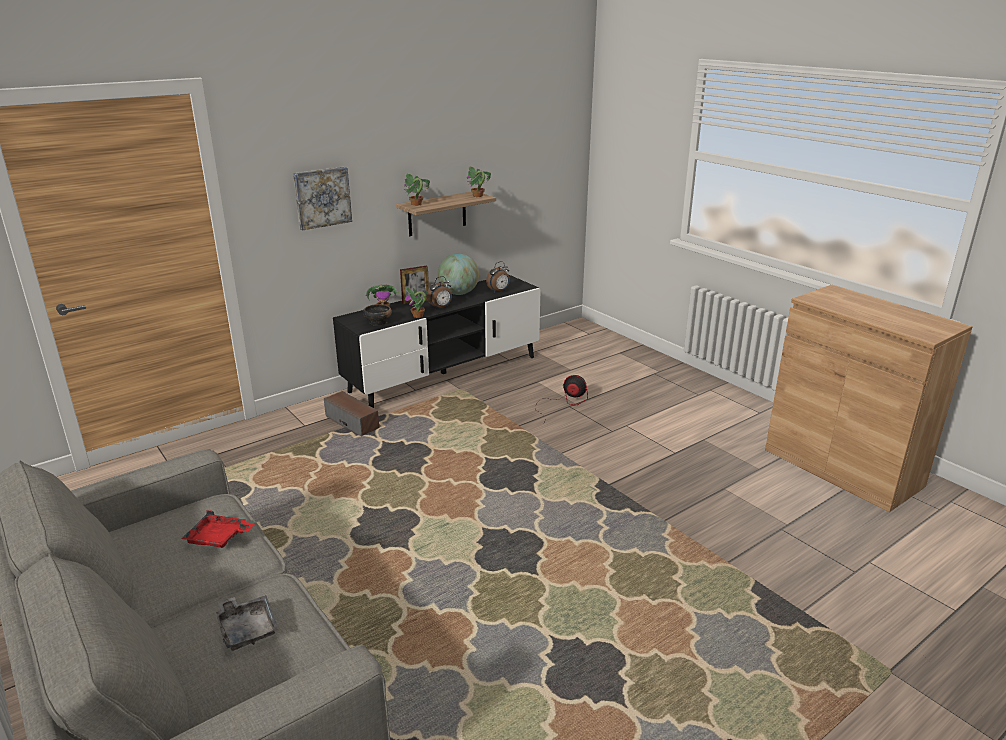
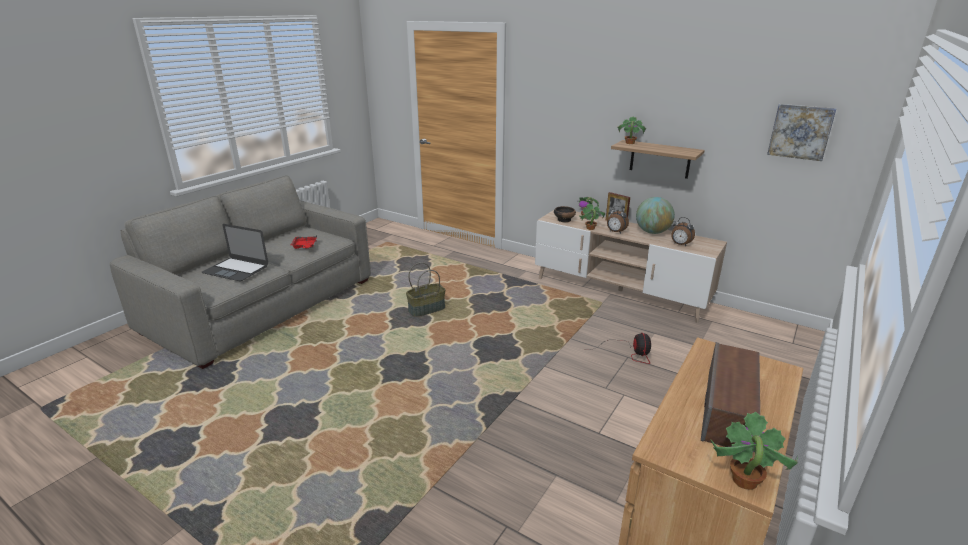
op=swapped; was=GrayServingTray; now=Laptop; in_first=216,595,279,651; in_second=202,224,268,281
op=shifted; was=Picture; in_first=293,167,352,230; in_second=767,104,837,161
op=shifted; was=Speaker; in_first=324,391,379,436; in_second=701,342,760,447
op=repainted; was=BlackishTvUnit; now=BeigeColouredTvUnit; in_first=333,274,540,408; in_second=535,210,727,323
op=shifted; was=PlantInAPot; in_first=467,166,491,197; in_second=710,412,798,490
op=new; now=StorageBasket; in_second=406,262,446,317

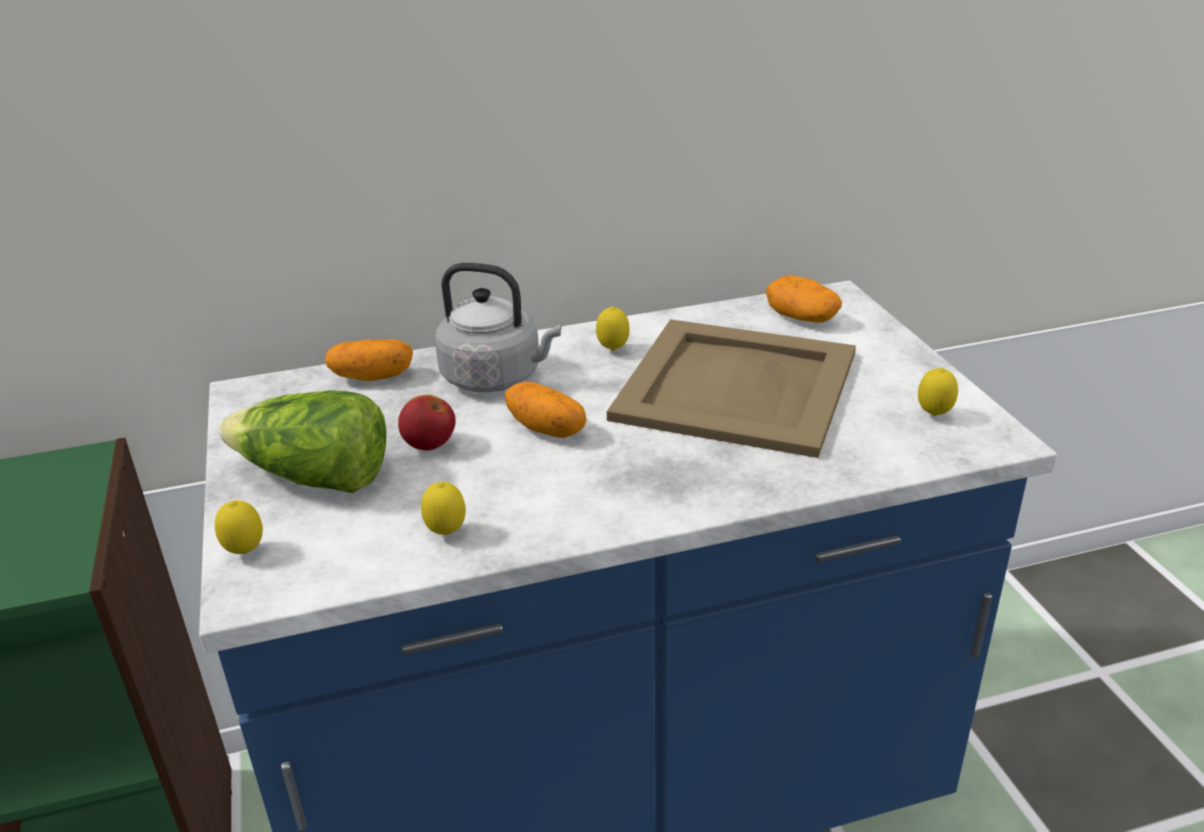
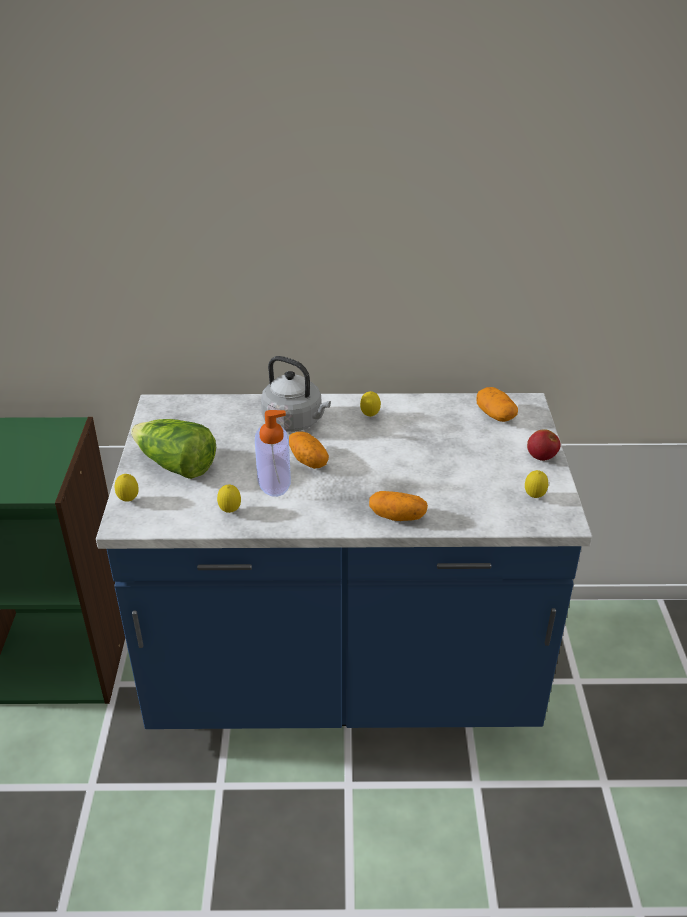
op=shifted; was=Potato; in_first=325,339,413,381; in_second=369,491,428,521
op=shifted; was=AppleFruit; in_first=398,394,456,451; in_second=527,429,561,461
op=gone; was=BeigeColouredServingTray; in_first=607,319,856,458
op=new; now=SoapDispenser; in_second=255,410,291,497

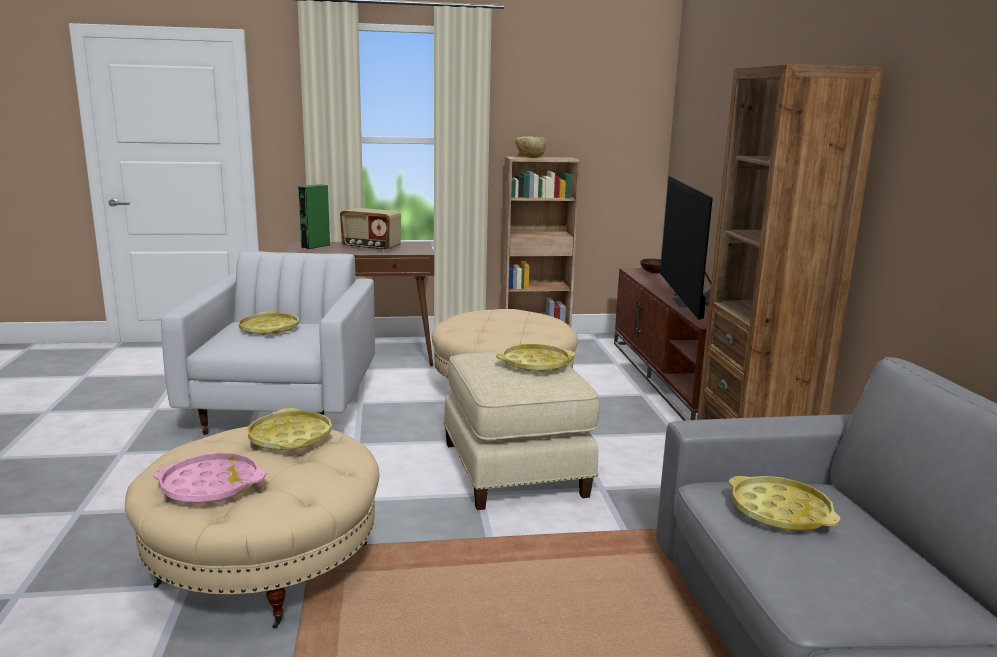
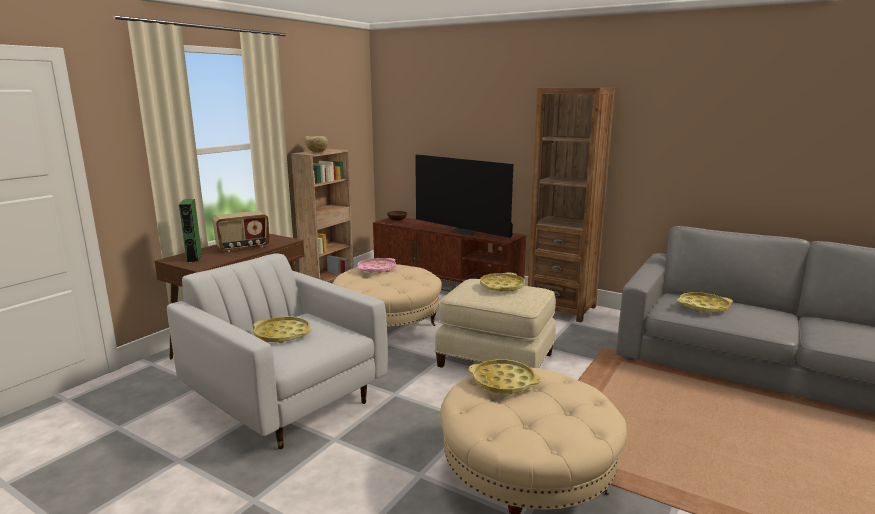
op=shifted; was=PinkishServingTray; in_first=153,453,266,503; in_second=358,258,396,273

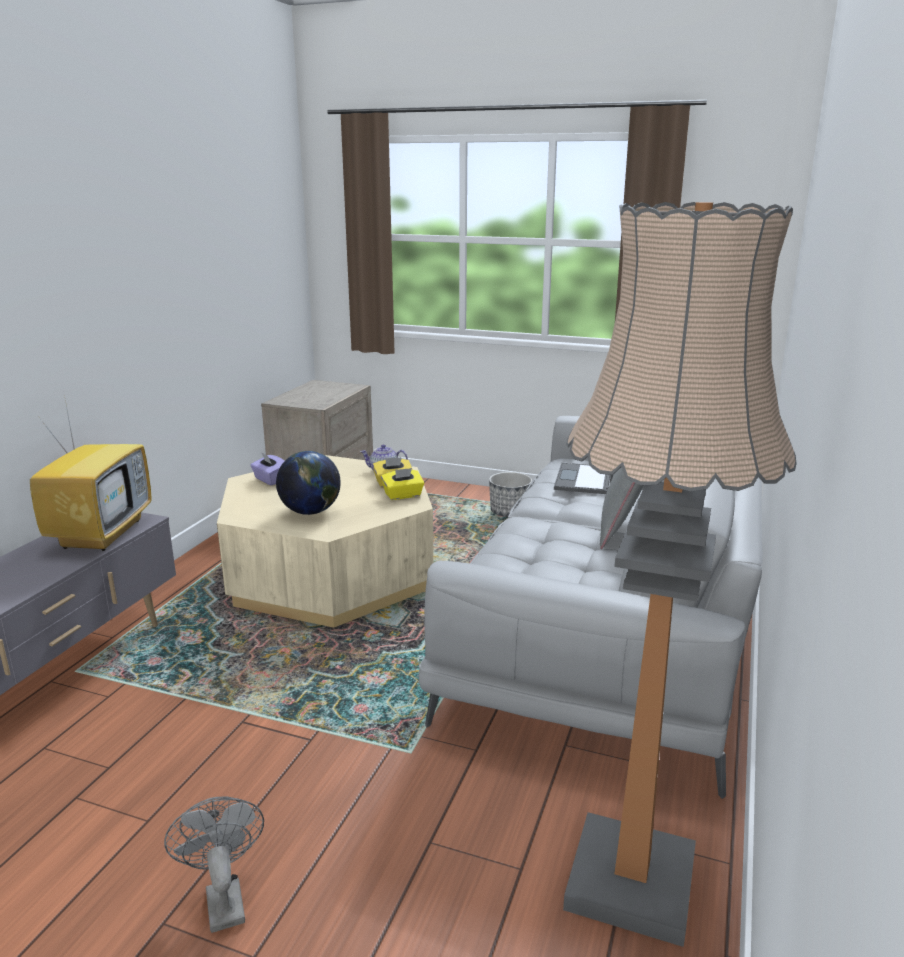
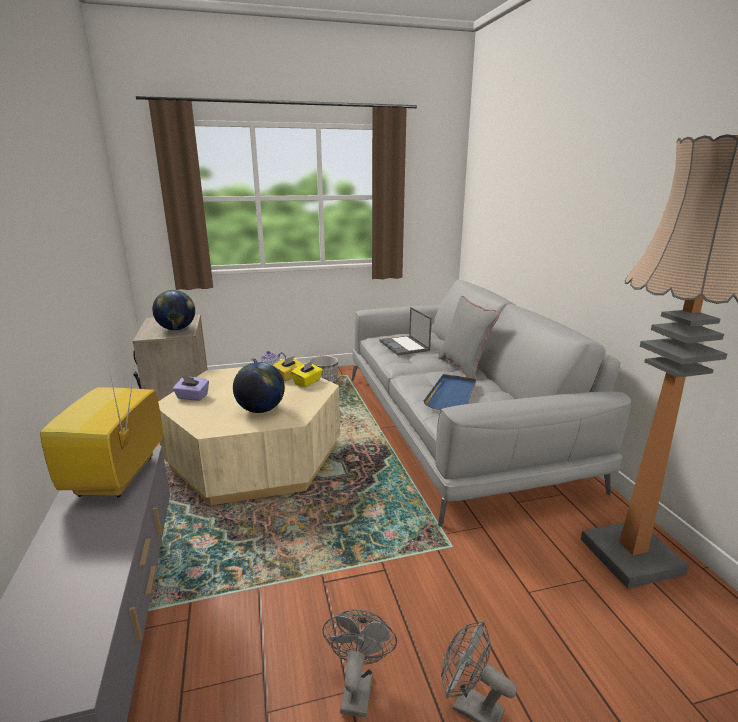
op=rotated; was=Tv; in_first=30,389,151,551; in_second=40,364,163,497; clockwise=-150
op=new; now=Globe; in_second=152,290,195,330
op=new; now=GrayCoolingFan; in_second=322,609,397,718
op=new; now=BlueColouredServingTray; in_second=423,374,476,410

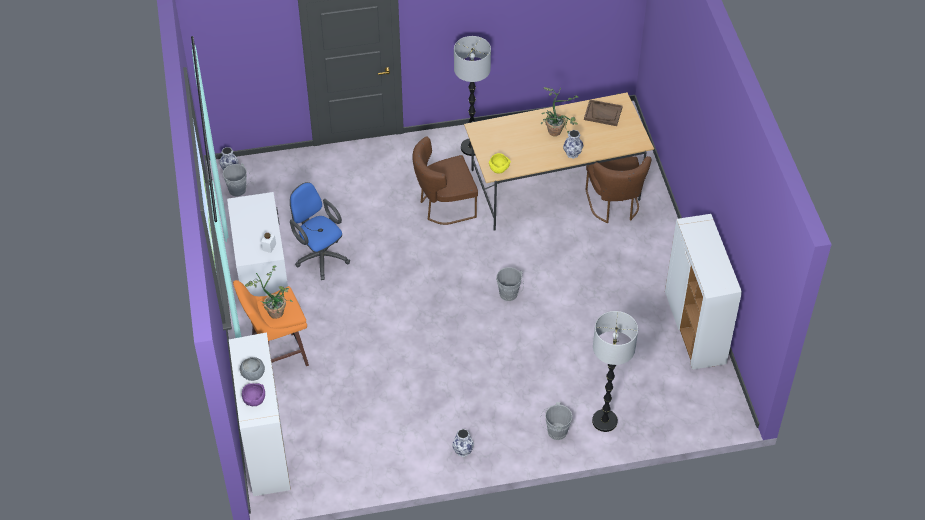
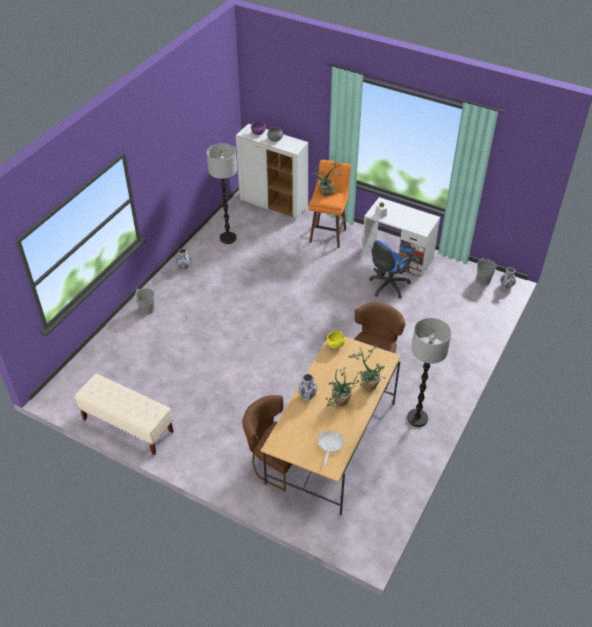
op=rotated; was=BlueColouredDeskChair; in_first=290,182,350,280; in_second=369,240,411,299; clockwise=135
op=gone; was=GrayWaterBucket; in_first=496,267,524,301
op=swapped; was=BrownColouredServingTray; now=Skillet; in_first=584,100,622,126; in_second=318,431,344,465
op=shifted; was=StandingLamp; in_first=592,311,638,432; in_second=207,143,237,244
op=swapped; was=WhitishCupboard; now=BeigeColouredLongSeat; in_first=665,214,742,370; in_second=75,374,173,455
op=new; now=PlantInAPot; in_second=348,344,386,391

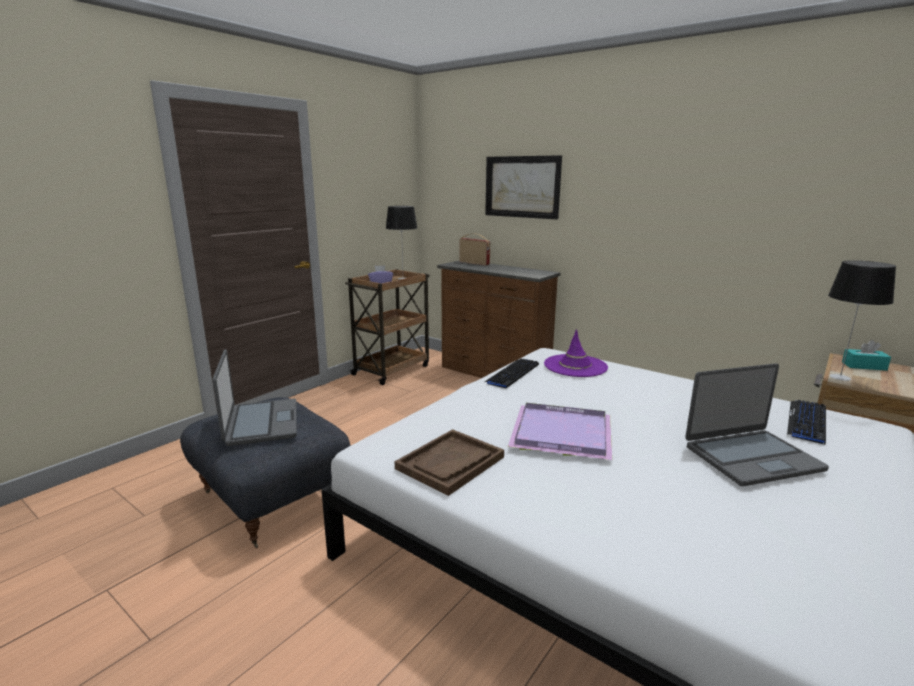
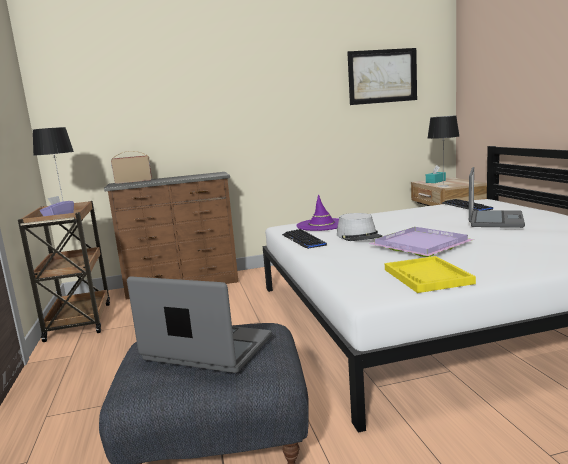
op=repainted; was=BrownColouredServingTray; now=YellowServingTray; in_first=395,429,504,496; in_second=385,256,476,293
op=shifted; was=Picture; in_first=485,155,562,219; in_second=347,48,417,105
op=new; now=GrayHat; in_second=337,213,382,241

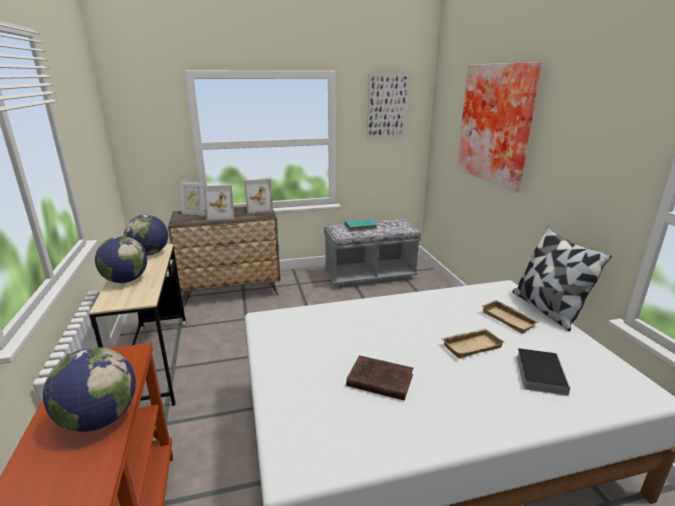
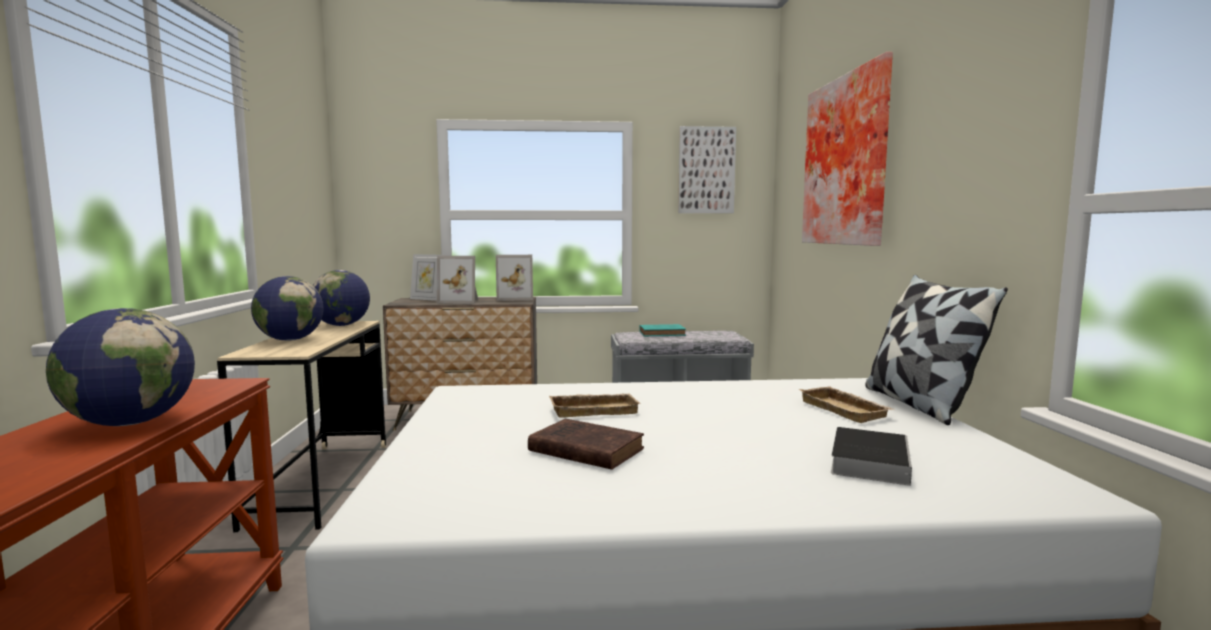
op=shifted; was=BeigeColouredServingTray; in_first=441,328,504,358; in_second=549,393,640,418

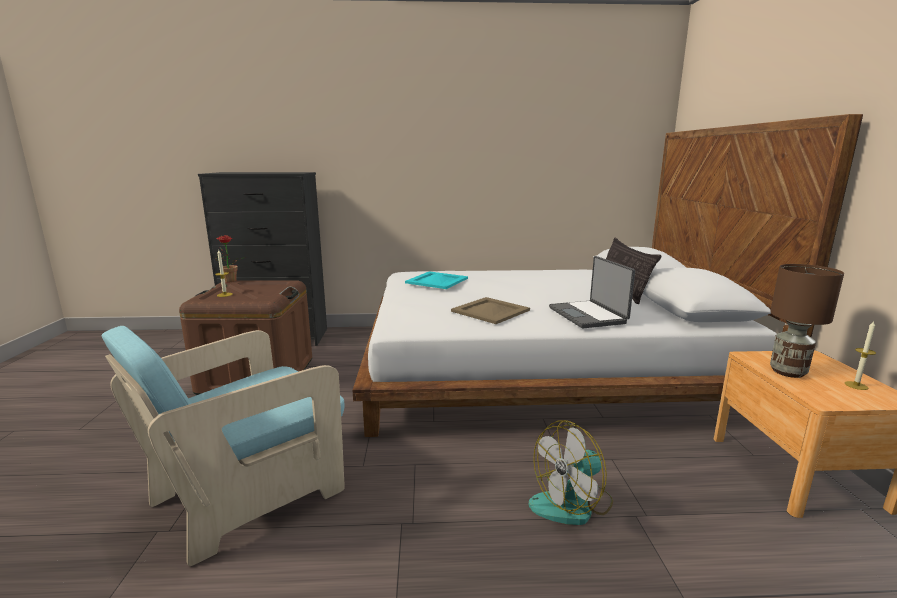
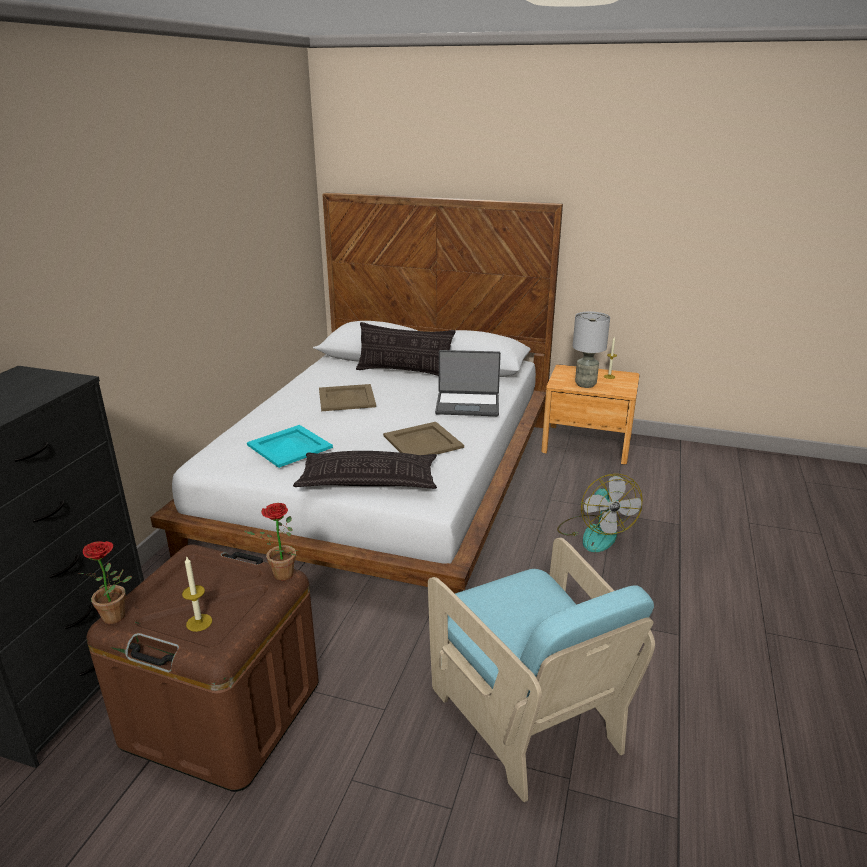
op=repainted; was=BrownColouredTabletopLamp; now=GrayTabletopLamp; in_first=770,264,844,378; in_second=573,311,610,388
op=new; now=PlantInAPot; in_second=244,503,299,581
op=new; now=Pillow; in_second=293,451,437,489
op=new; now=BeigeColouredServingTray; in_second=319,384,376,411

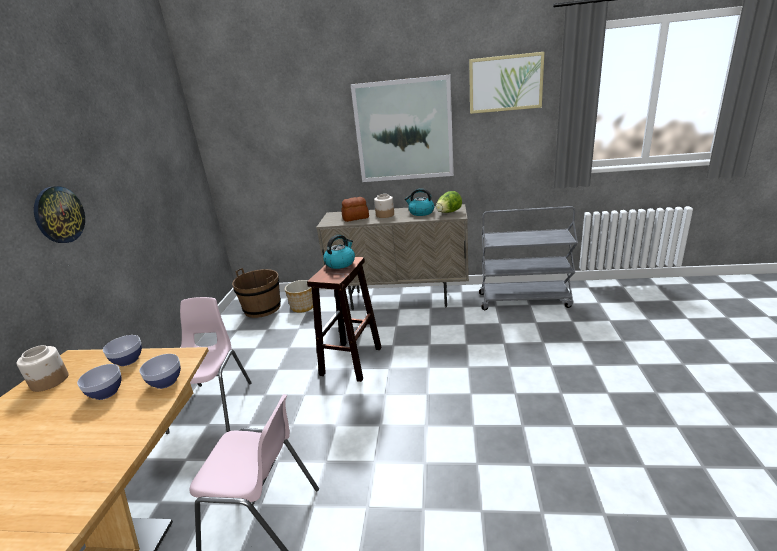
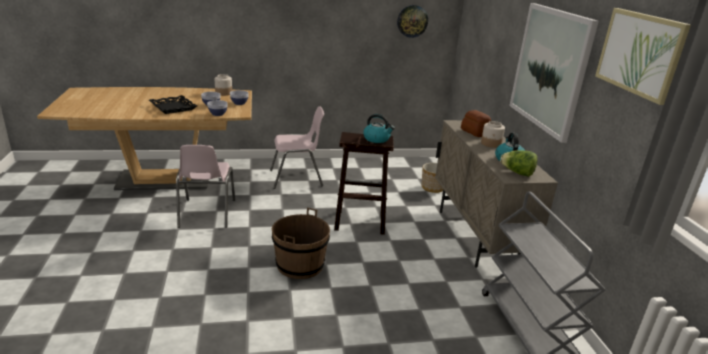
op=shifted; was=HangingClock; in_first=34,186,85,243; in_second=397,5,428,38
op=shifted; was=BrownColouredWaterBucket; in_first=232,268,281,318; in_second=272,208,330,279
op=new; now=BlackishServingTray; in_second=149,95,197,114

